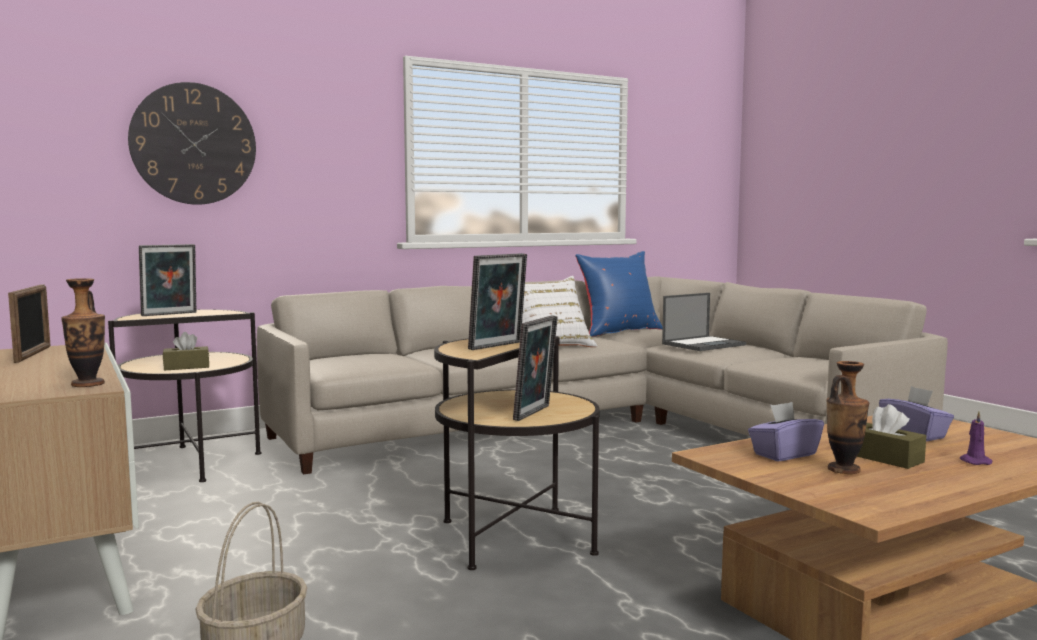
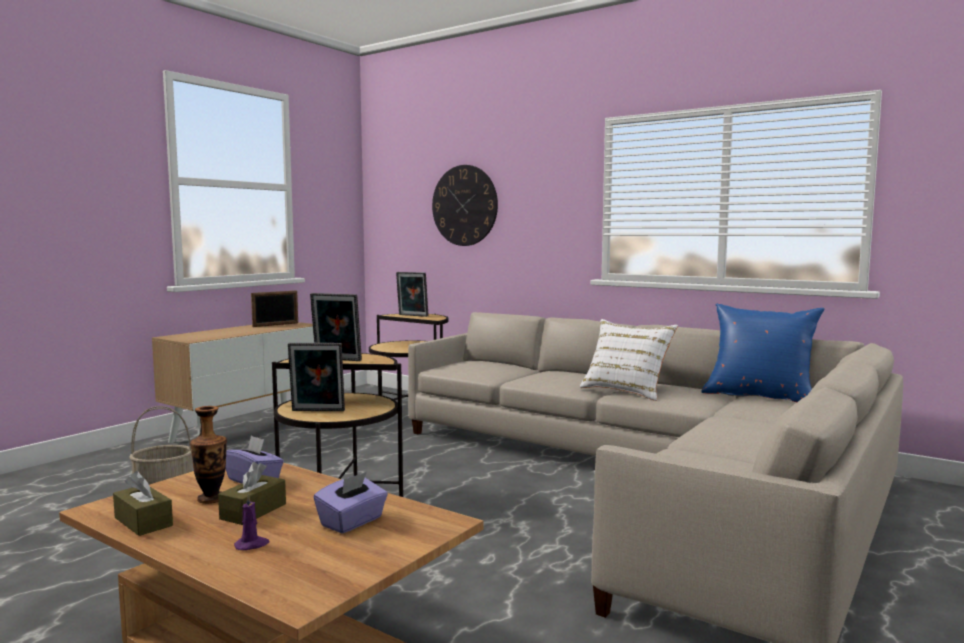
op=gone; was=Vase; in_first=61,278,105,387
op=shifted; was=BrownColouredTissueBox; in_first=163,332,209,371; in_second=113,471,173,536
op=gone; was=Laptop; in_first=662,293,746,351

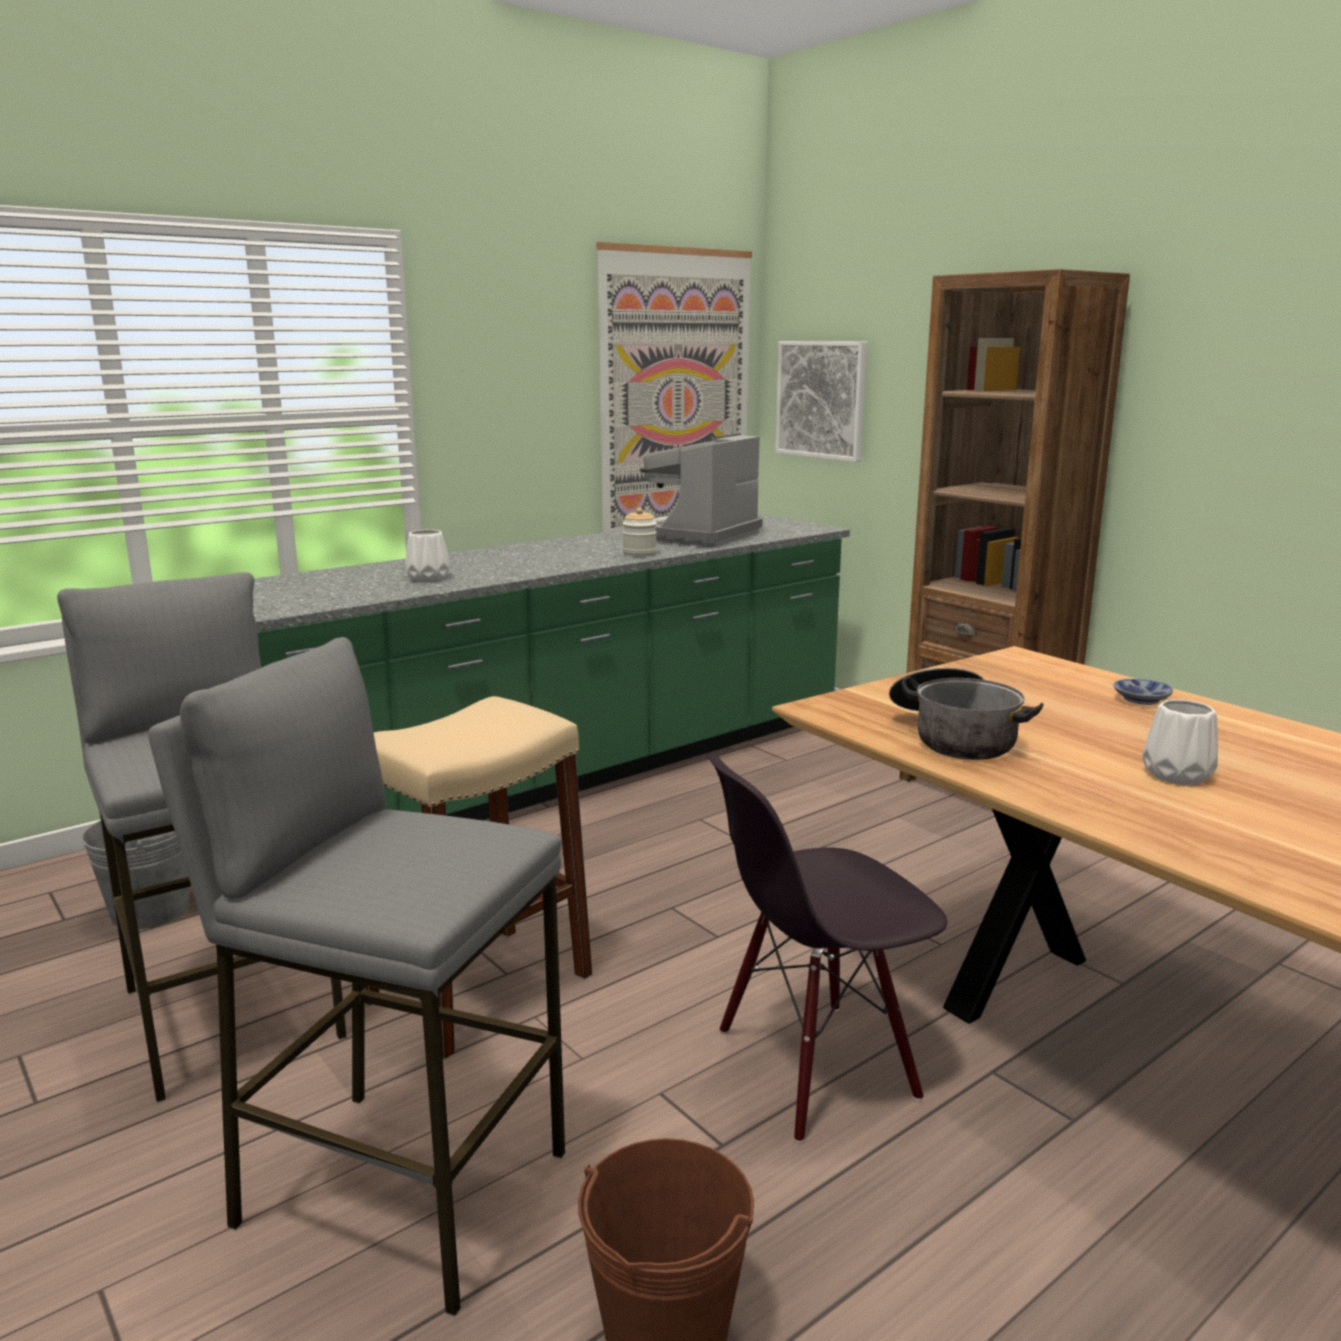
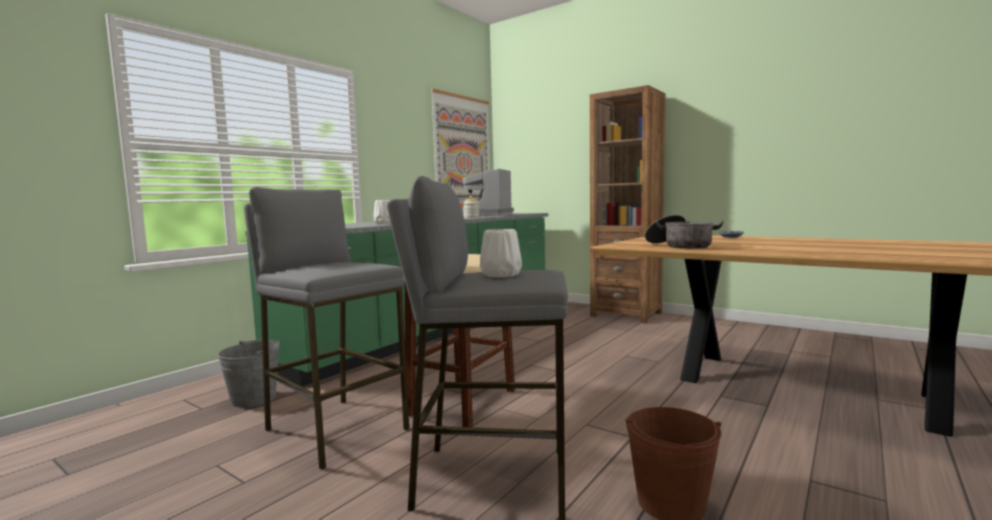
op=gone; was=BlackishPlainChair; in_first=707,754,947,1143
op=gone; was=Picture; in_first=775,341,867,462
op=shifted; was=WhitishVase; in_first=1142,699,1218,785; in_second=480,229,522,277

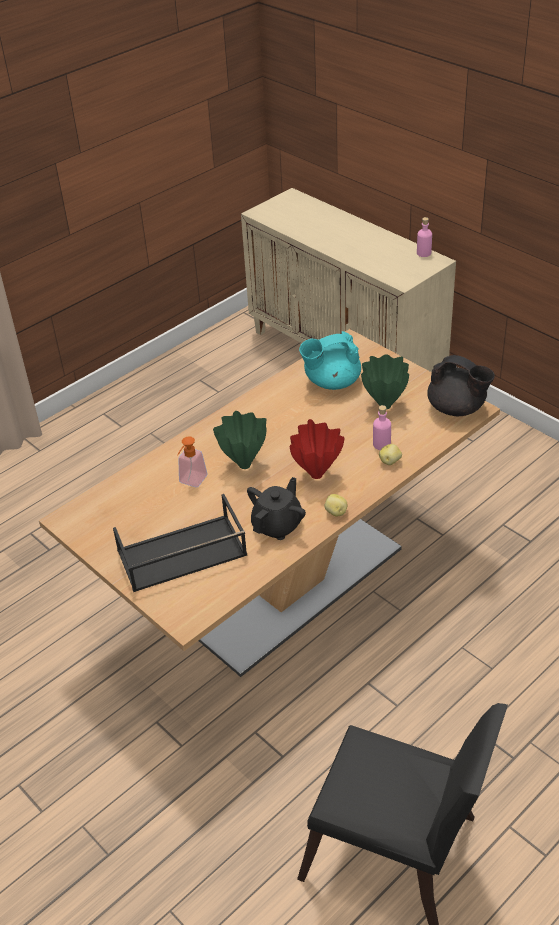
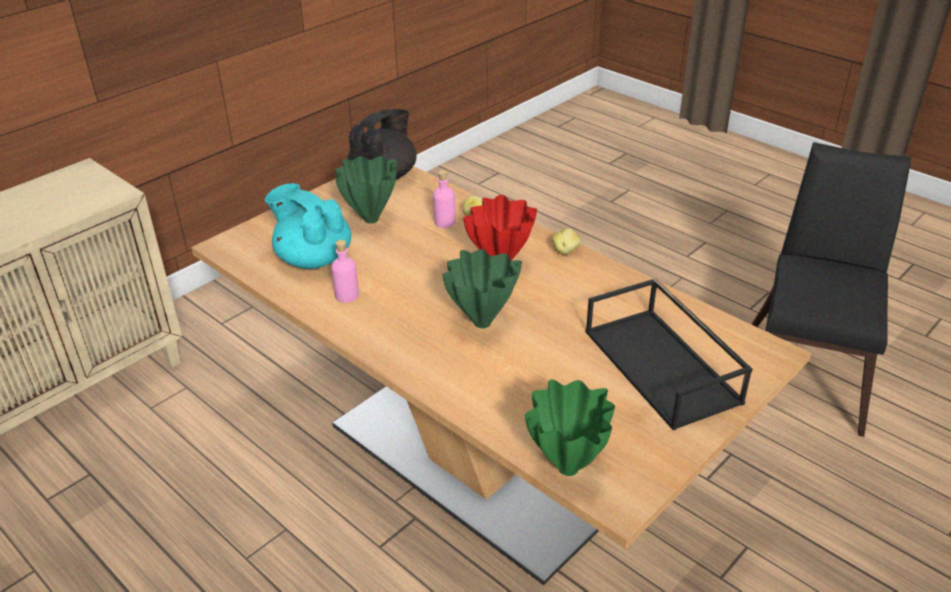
op=gone; was=SoapDispenser; in_first=177,436,207,487
op=gone; was=BlackishTeapot; in_first=247,477,306,540
op=rotated; was=BlueGreenTeapot; in_first=299,331,361,390; in_second=265,183,351,269; clockwise=150
op=shifted; was=PinkishDrinkBottle; in_first=417,217,432,257; in_second=331,240,359,303
op=new; now=GreenVase; in_second=525,379,615,476

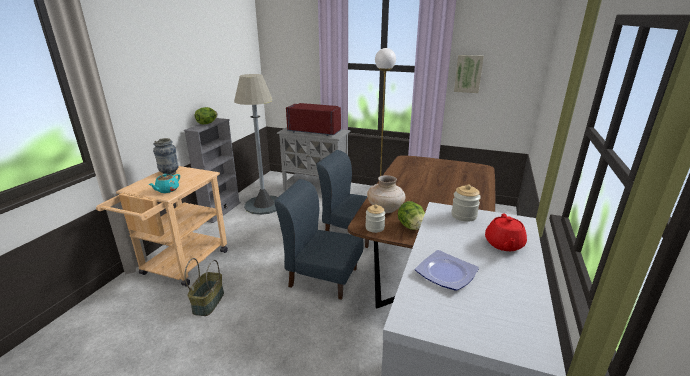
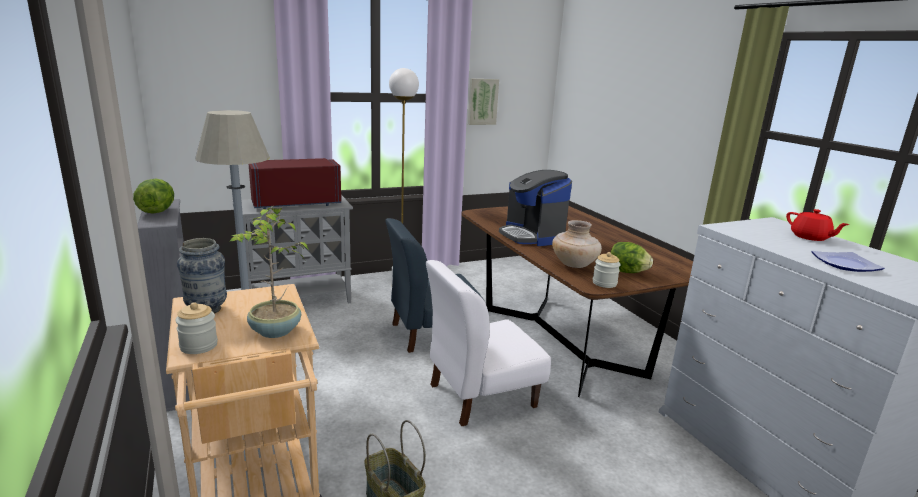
op=swapped; was=BlueGreenTeapot; now=PlantInAPot; in_first=148,174,180,193; in_second=229,205,308,338
op=repainted; was=BlueColouredPlainChair; now=WhitishPlainChair; in_first=274,179,364,300; in_second=426,260,551,426
op=shifted; was=PreserveJar; in_first=451,184,481,222; in_second=175,302,218,354
op=new; now=CoffeeMaker; in_second=499,170,572,246

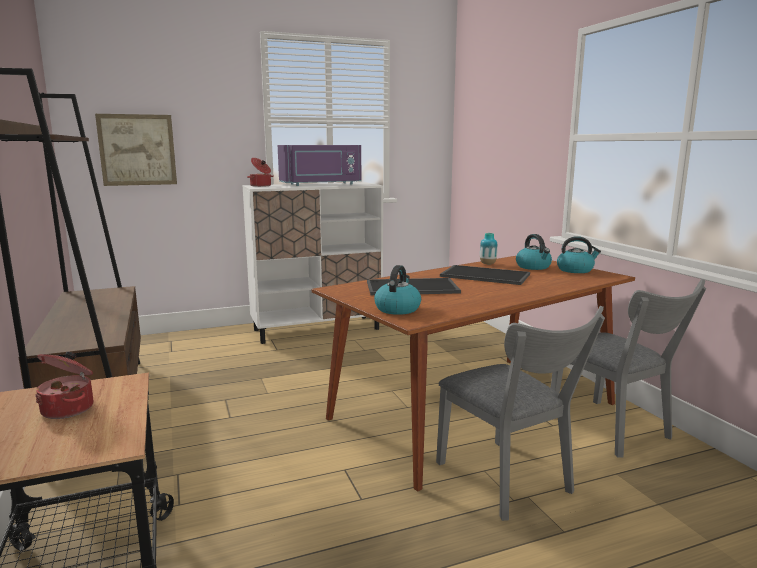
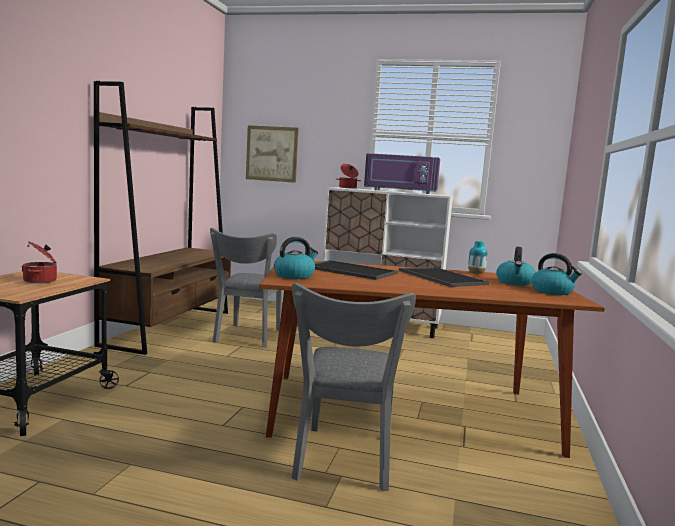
op=shifted; was=GrayPlainChair; in_first=551,279,706,458; in_second=210,228,282,348

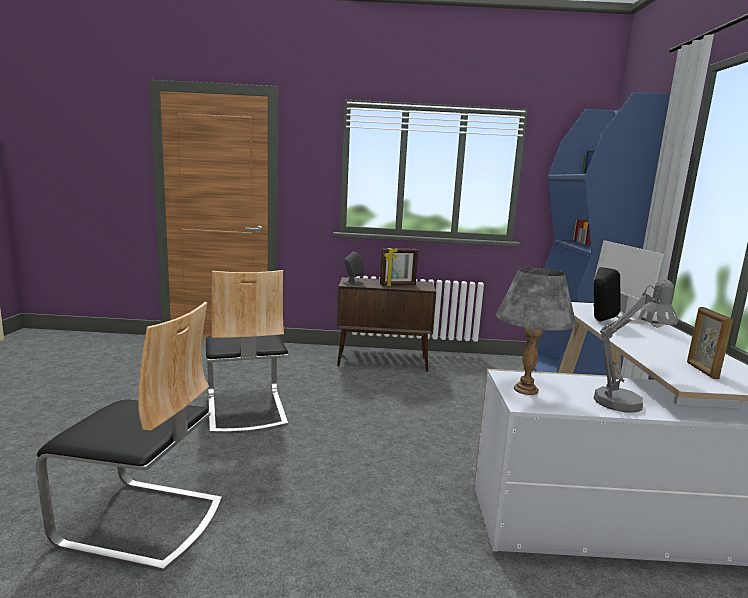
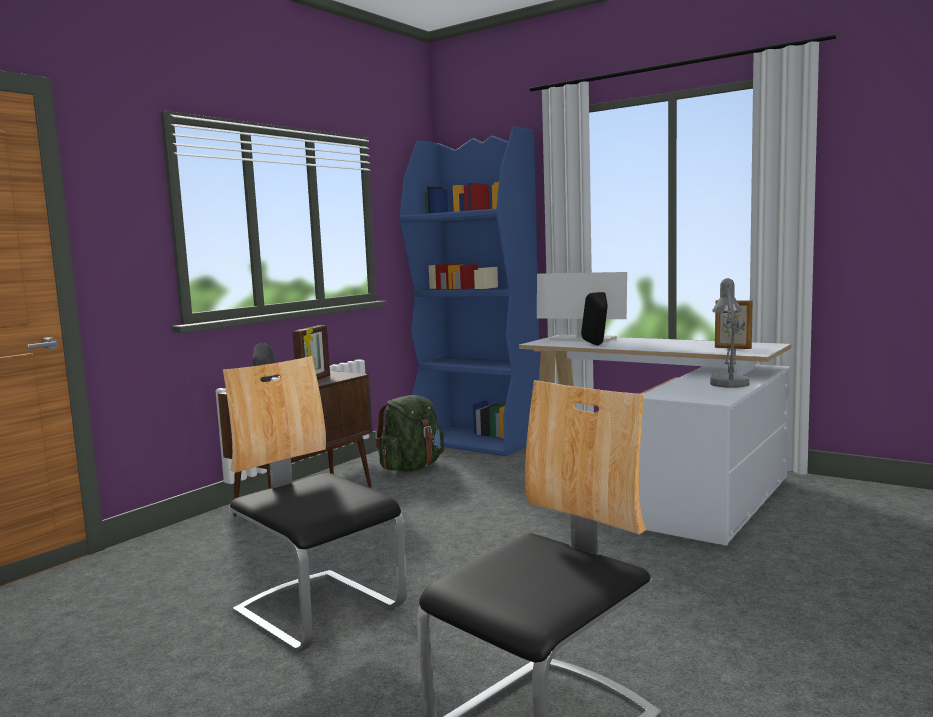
op=rotated; was=PlainChair; in_first=206,270,288,434; in_second=223,356,407,652; clockwise=-150
op=gone; was=GrayTabletopLamp; in_first=496,268,576,395
op=new; now=GreenBackpack; in_second=375,395,444,471

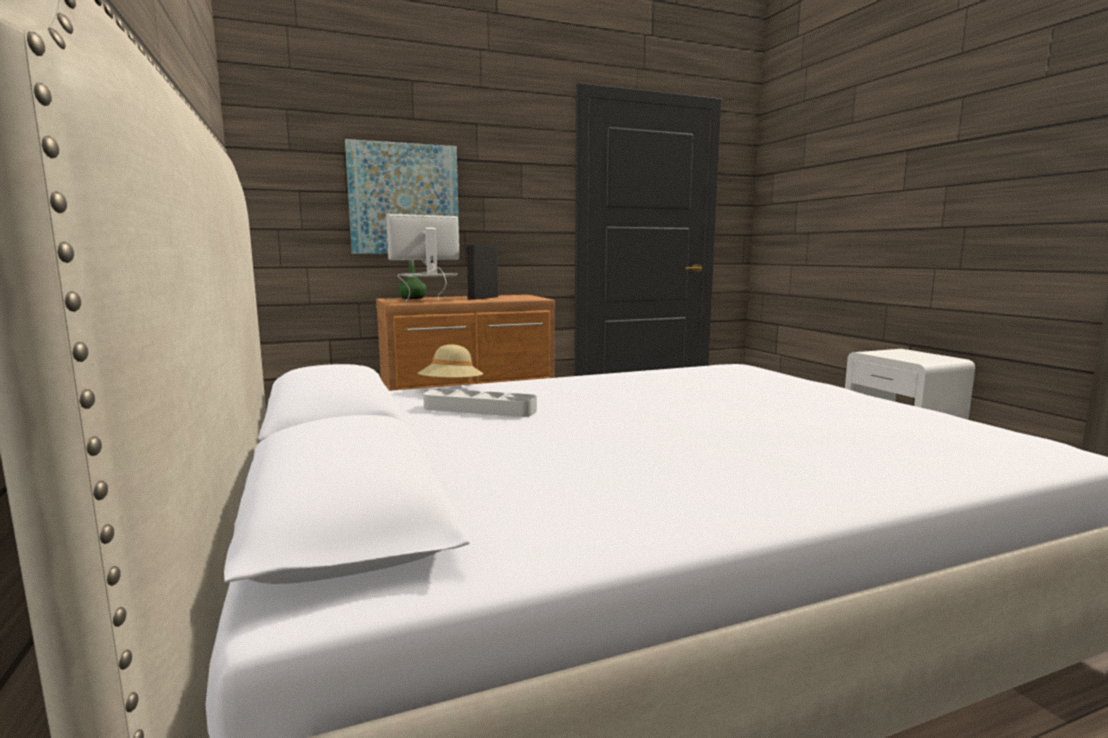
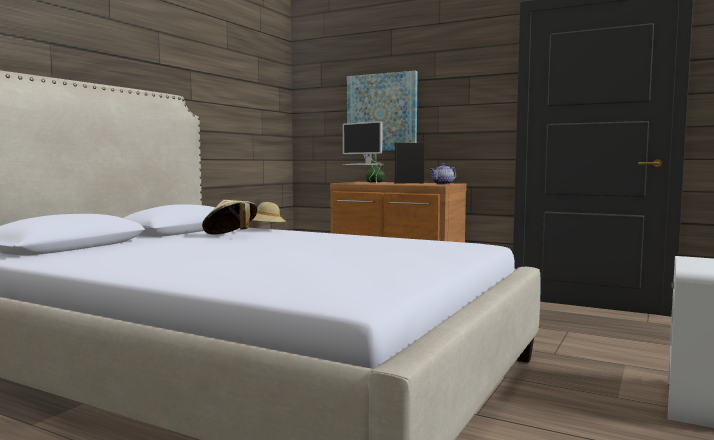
op=rotated; was=ComputerDisplay; in_first=386,214,459,302; in_second=342,121,384,184; clockwise=-150
op=swapped; was=GrayServingTray; now=BeigeColouredHat; in_first=423,388,537,417; in_second=202,200,257,235
op=new; now=Teapot; in_second=430,163,457,185

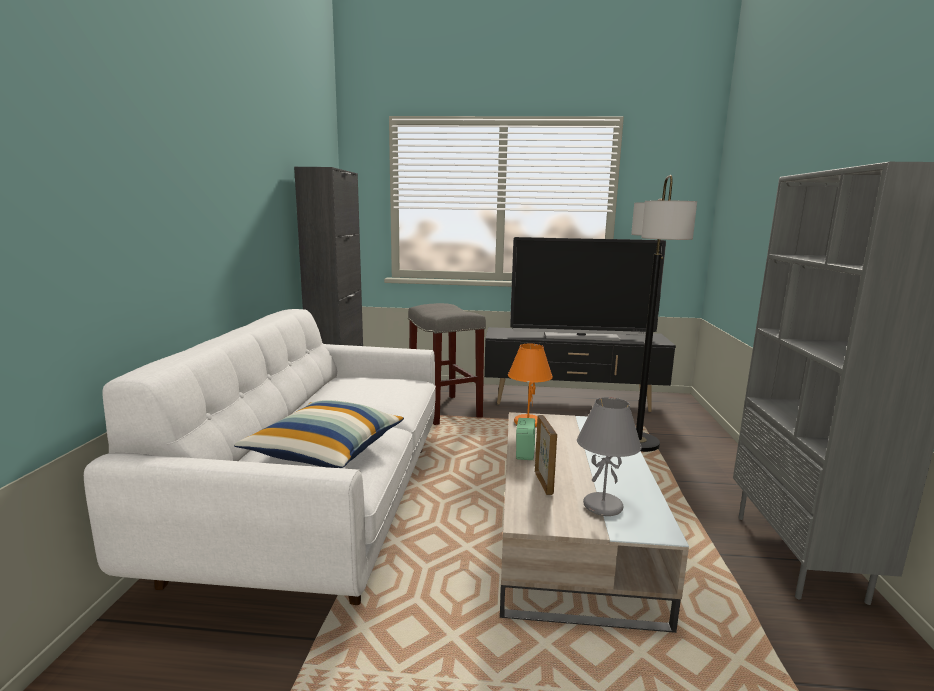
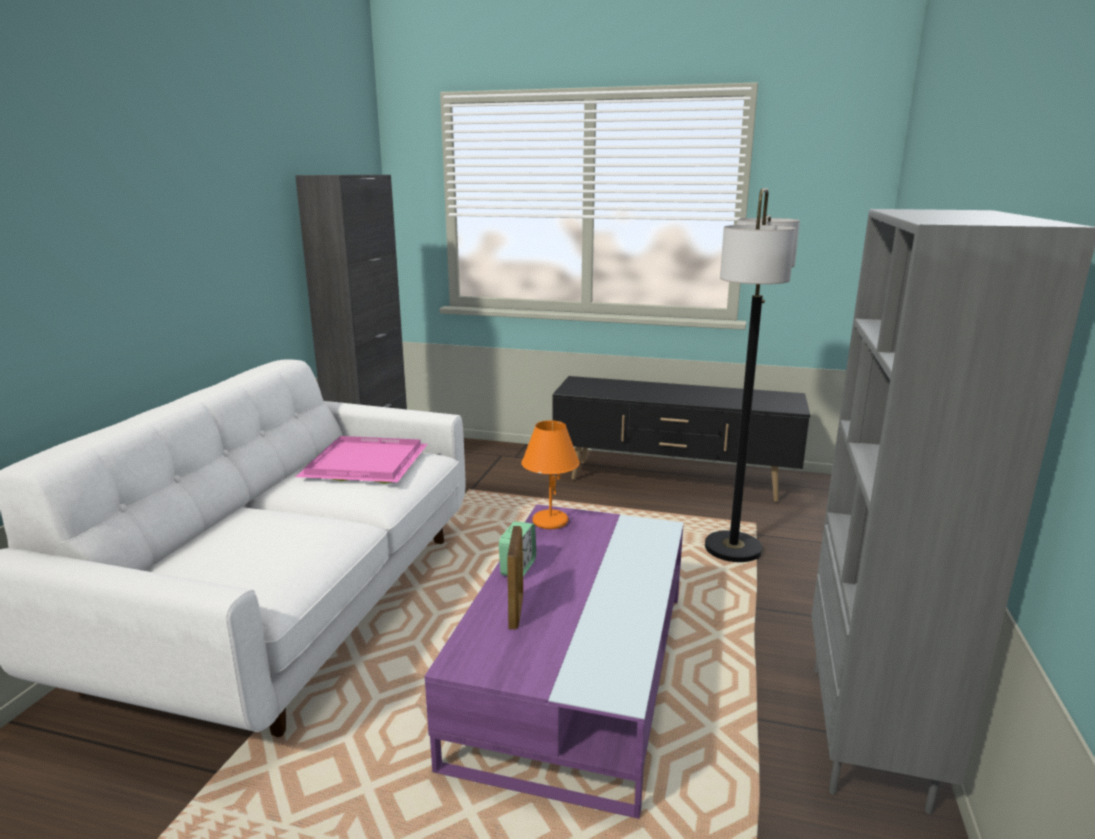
op=gone; was=Pillow; in_first=234,400,404,468
op=gone; was=GrayStoolSeat; in_first=408,303,486,425
op=repainted; was=BeigeColouredLoungeTable; now=PurpleLoungeTable; in_first=500,412,689,633; in_second=425,504,683,819
op=gone; was=Tv; in_first=510,237,666,341
op=gone; was=GrayTabletopLamp; in_first=577,397,642,516
op=new; now=PinkishServingTray; in_second=296,436,428,484

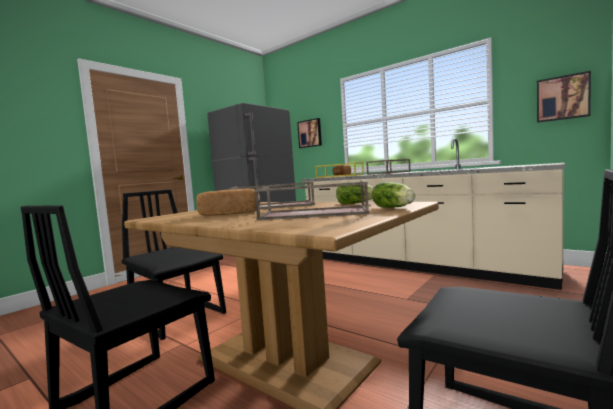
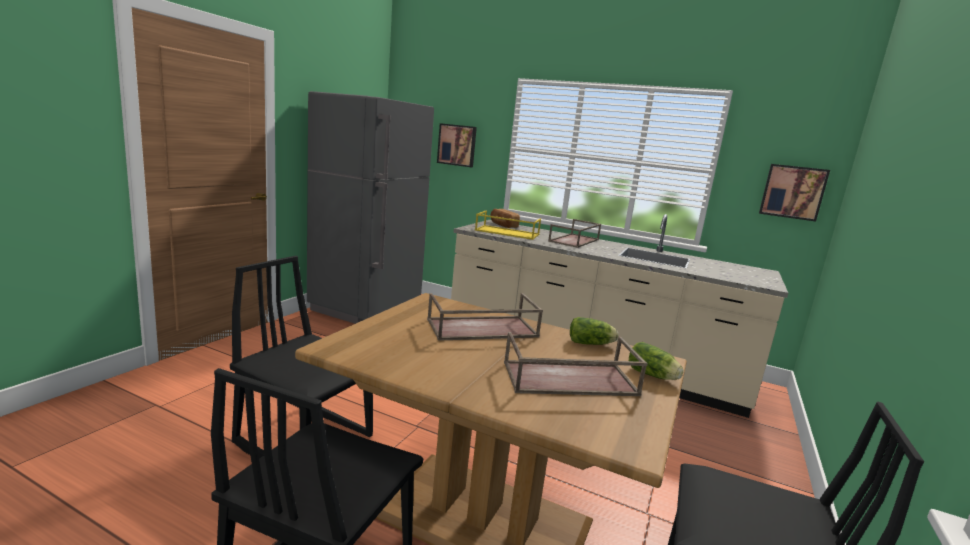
op=gone; was=Bread; in_first=196,188,260,216

